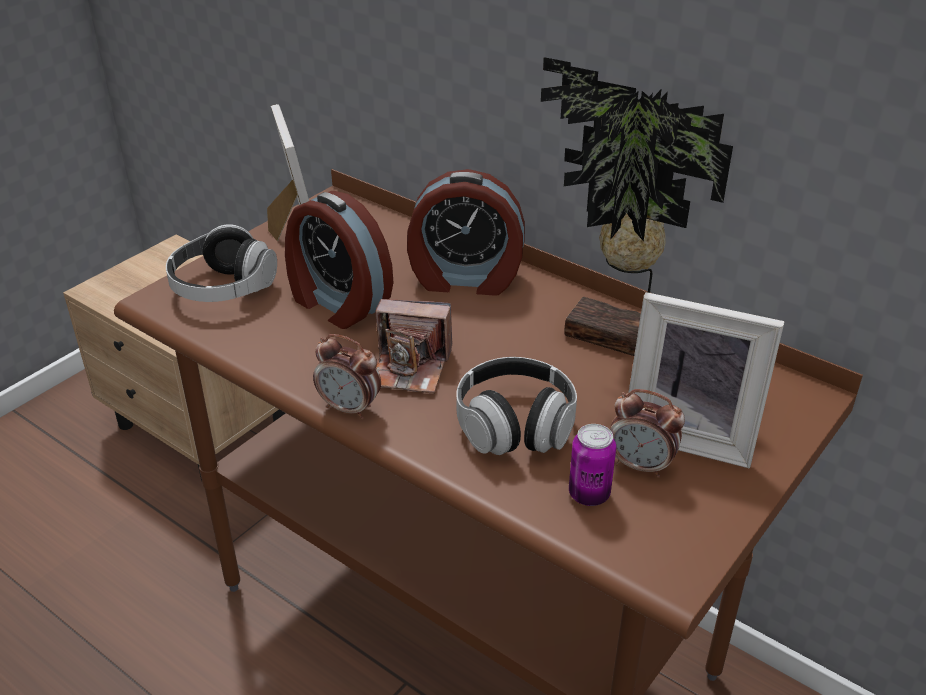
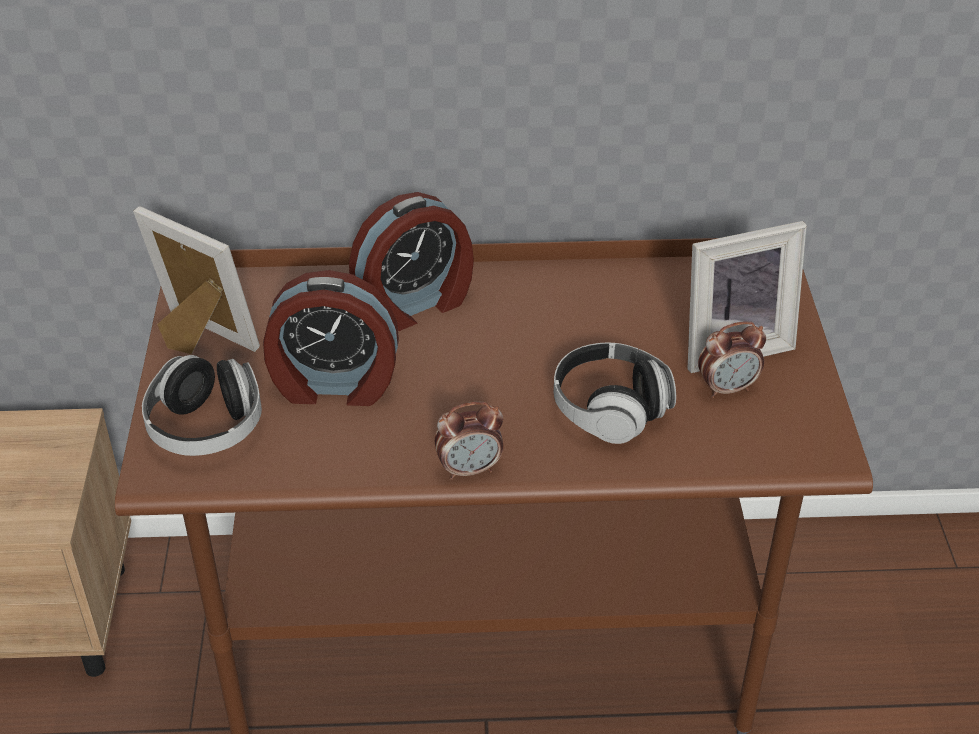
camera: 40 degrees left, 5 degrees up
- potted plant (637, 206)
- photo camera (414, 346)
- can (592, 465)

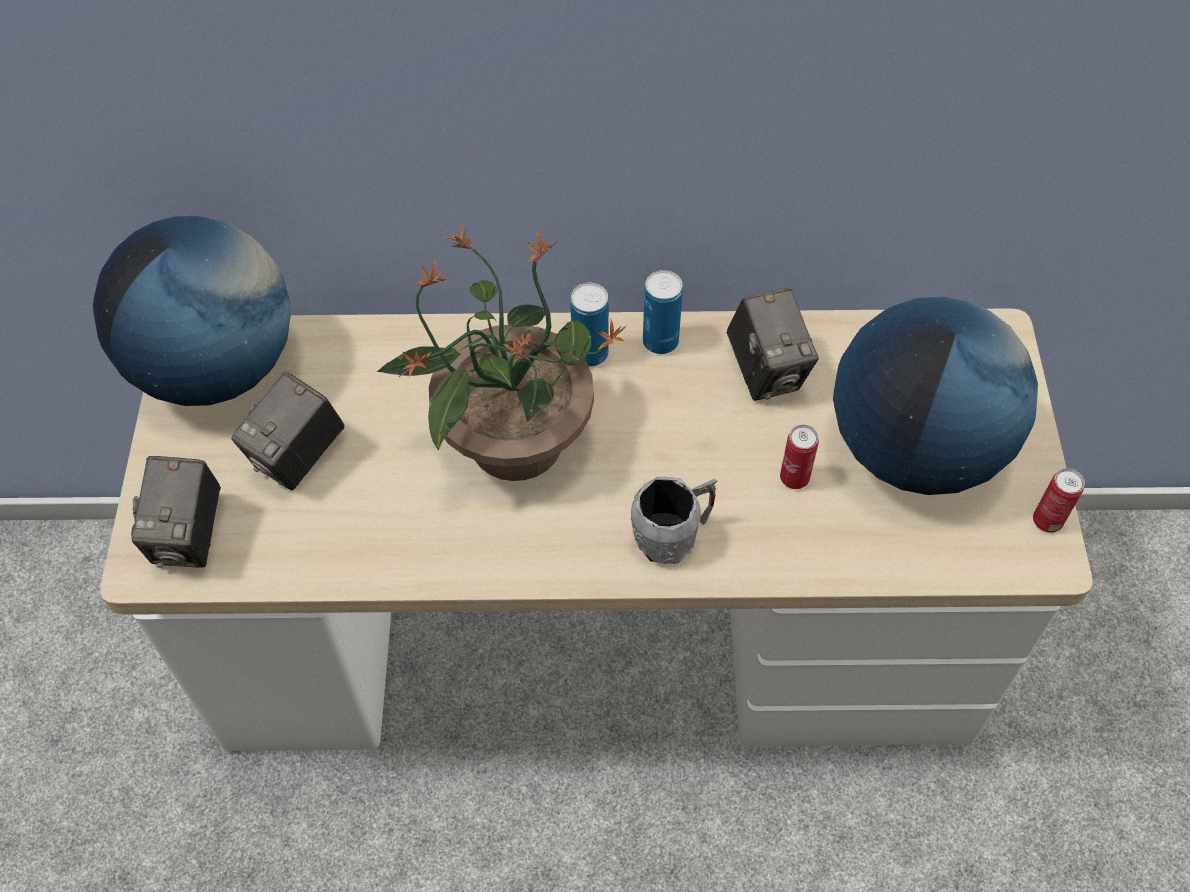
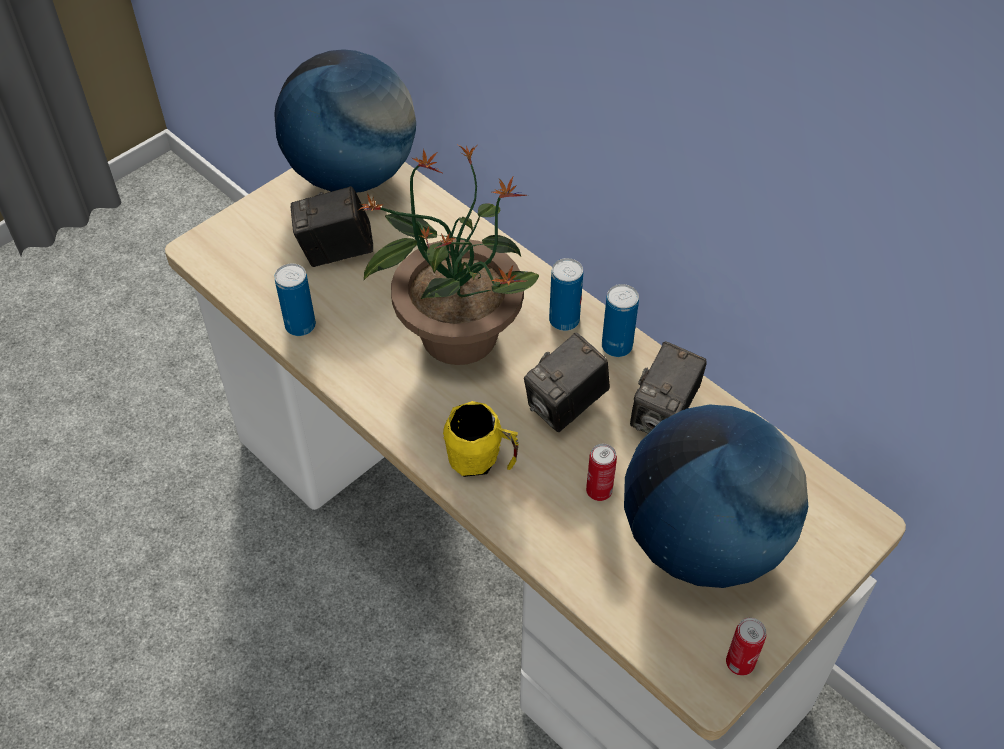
camera: 45 degrees right, 5 degrees down
~ photo camera (176, 512) to (567, 382)
~ grey mug (674, 520) to yellow mug (481, 439)
+ can (295, 300)

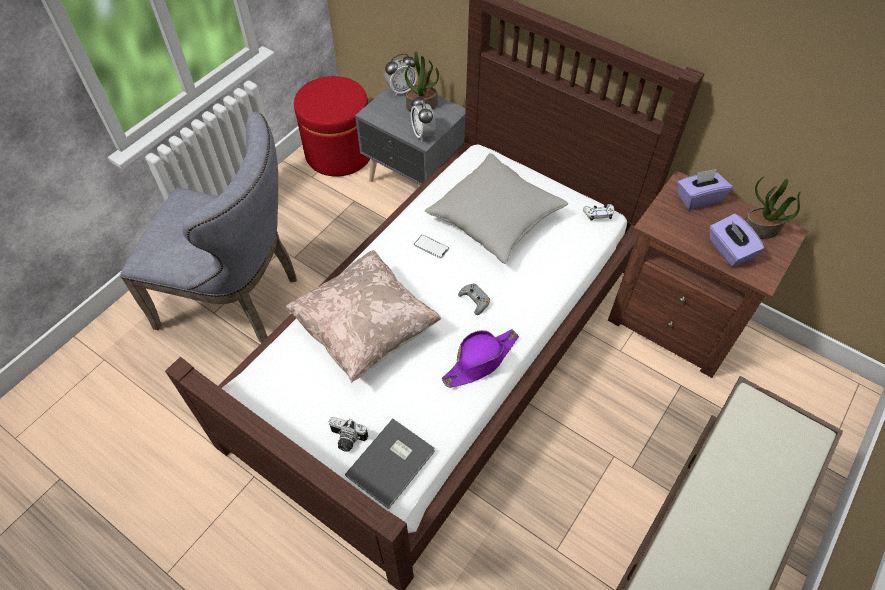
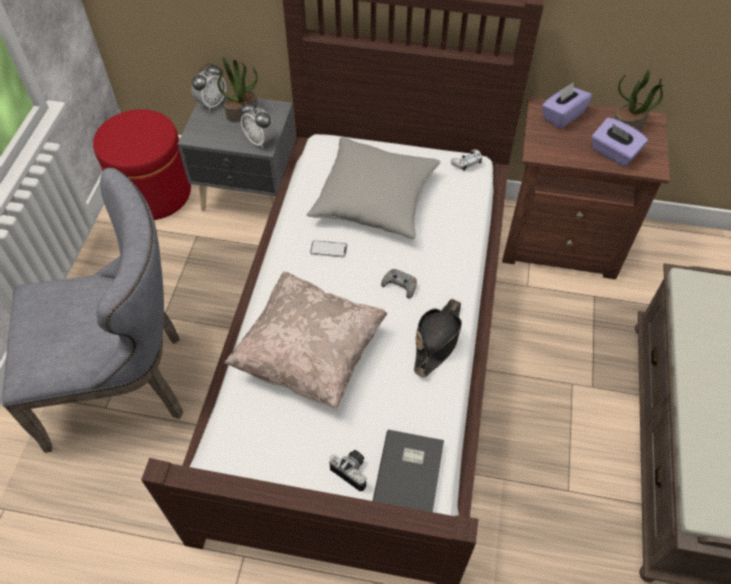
camera: 25 degrees left, 0 degrees up
~ purple hat (480, 358) to black hat (438, 338)
~ photo camera (348, 434) = (348, 470) 135 degrees counterclockwise

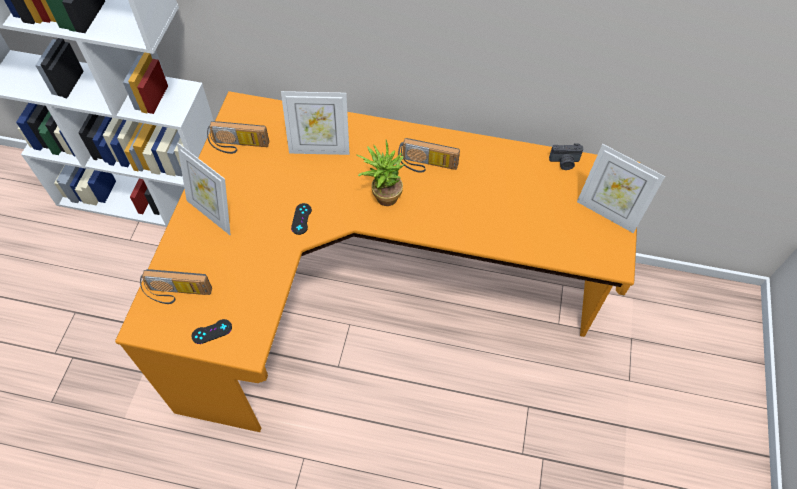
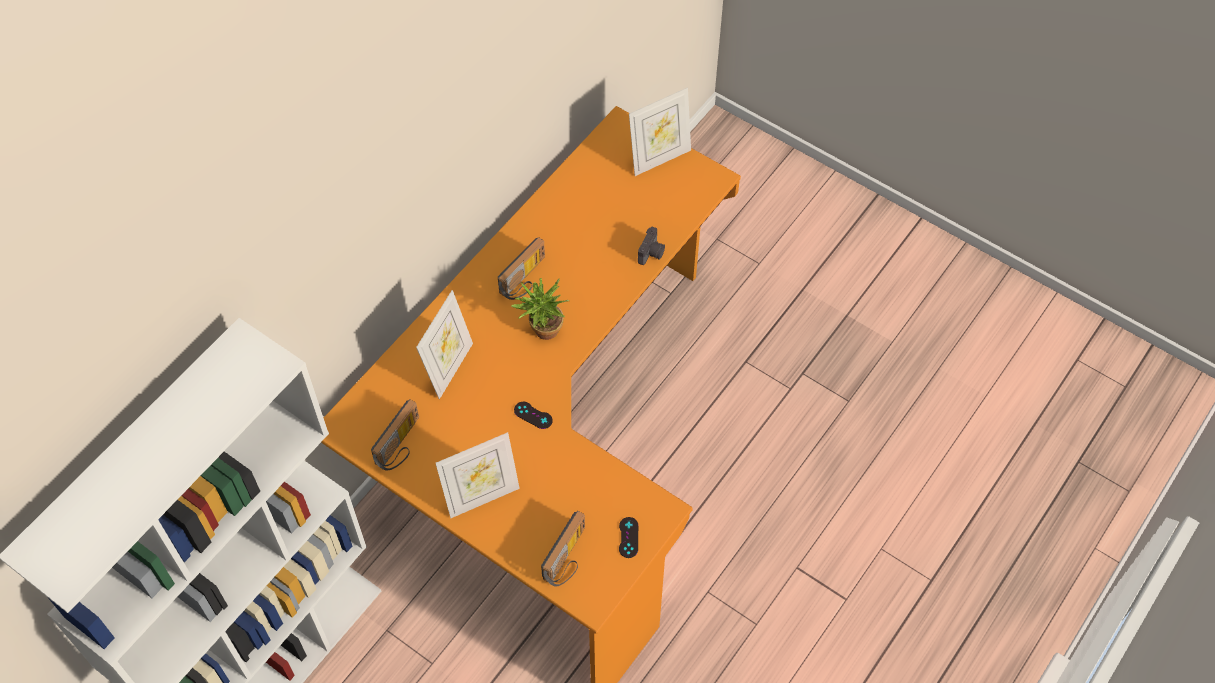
camera: 65 degrees left, 0 degrees up
~ photo camera (566, 156) to (651, 246)

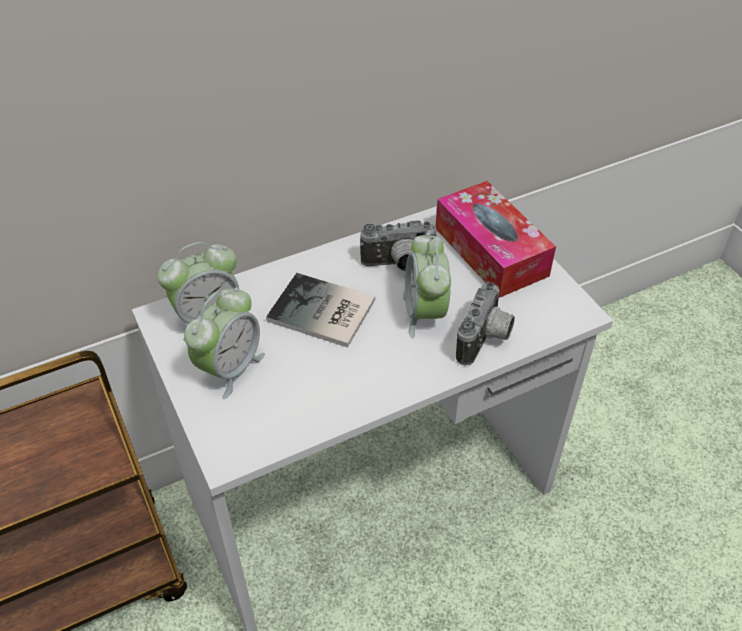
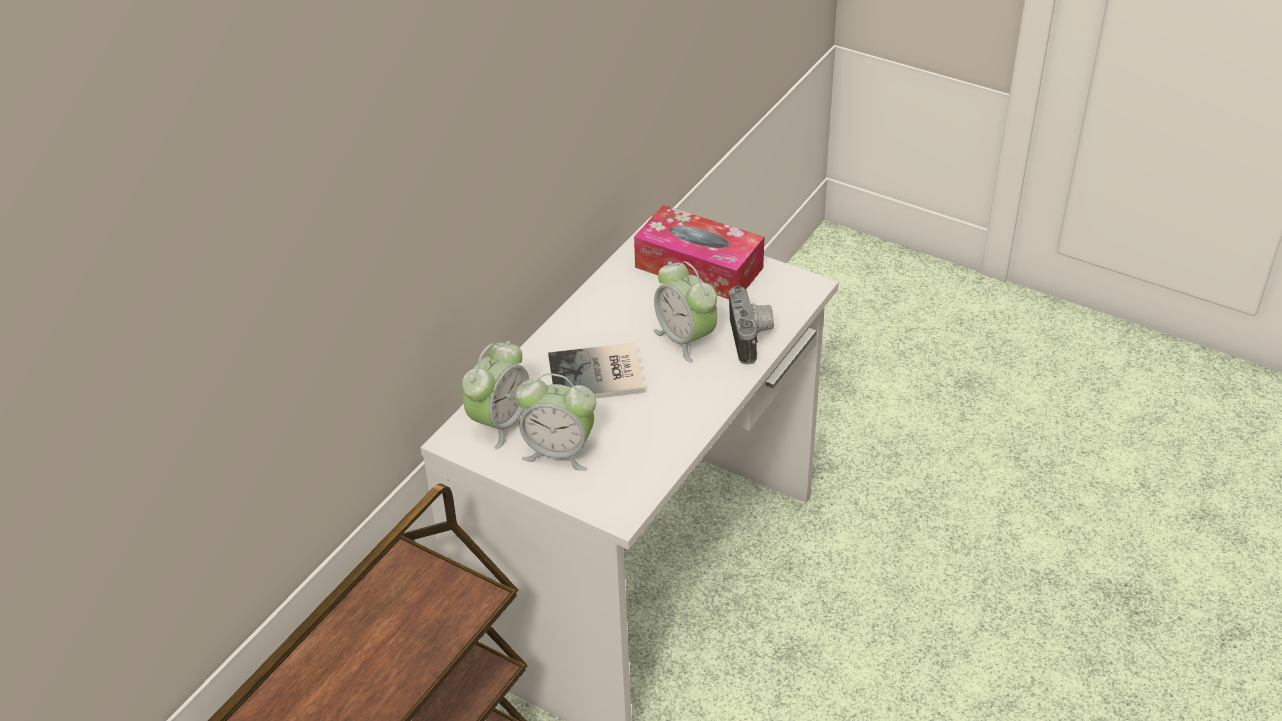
camera: 30 degrees left, 5 degrees down
- photo camera (399, 245)
~ alarm clock (224, 343) = (555, 422) 105 degrees clockwise

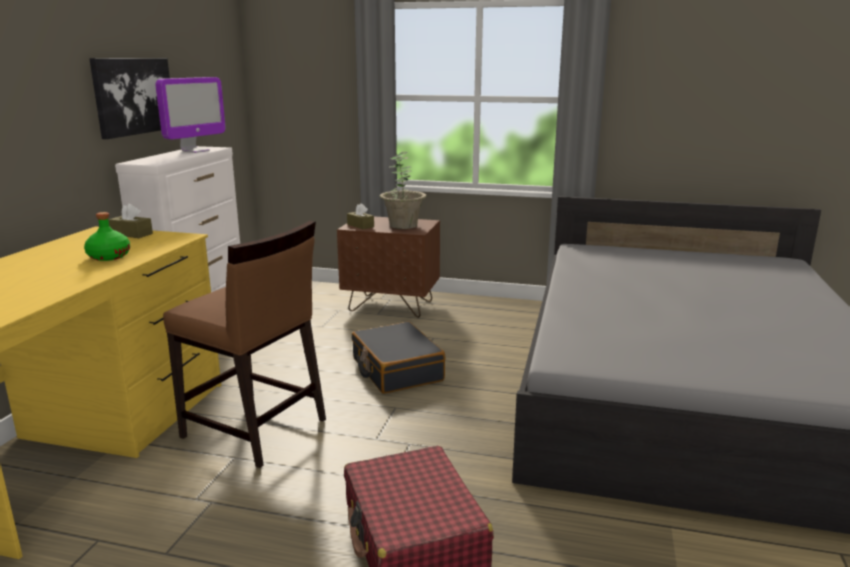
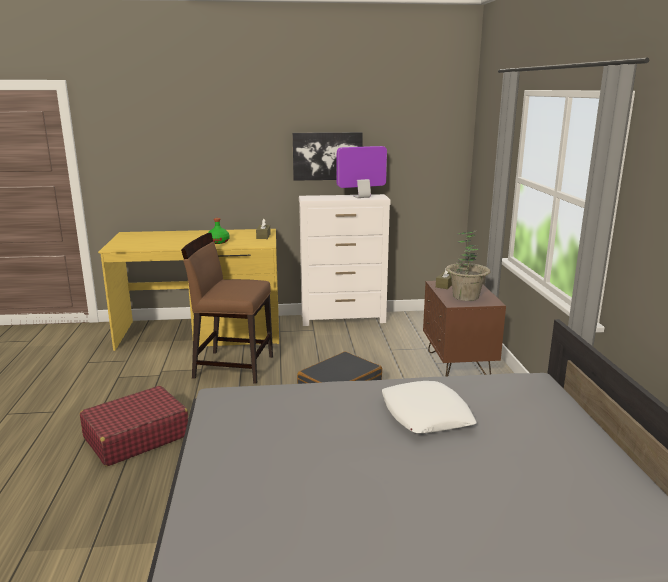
camera: 70 degrees right, 0 degrees up
~ monitor (190, 115) = (362, 172) 150 degrees clockwise
~ brown chair (244, 344) = (227, 308) 90 degrees clockwise
+ white pillow (429, 407)

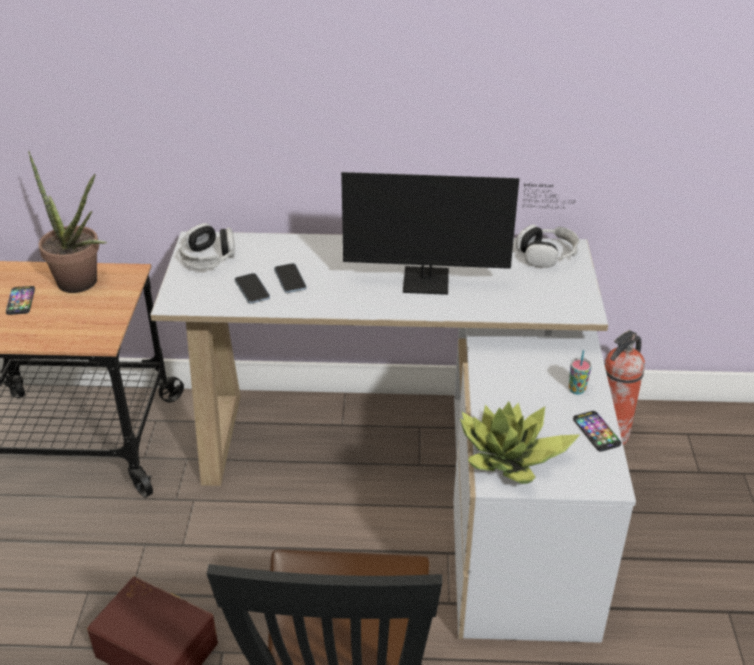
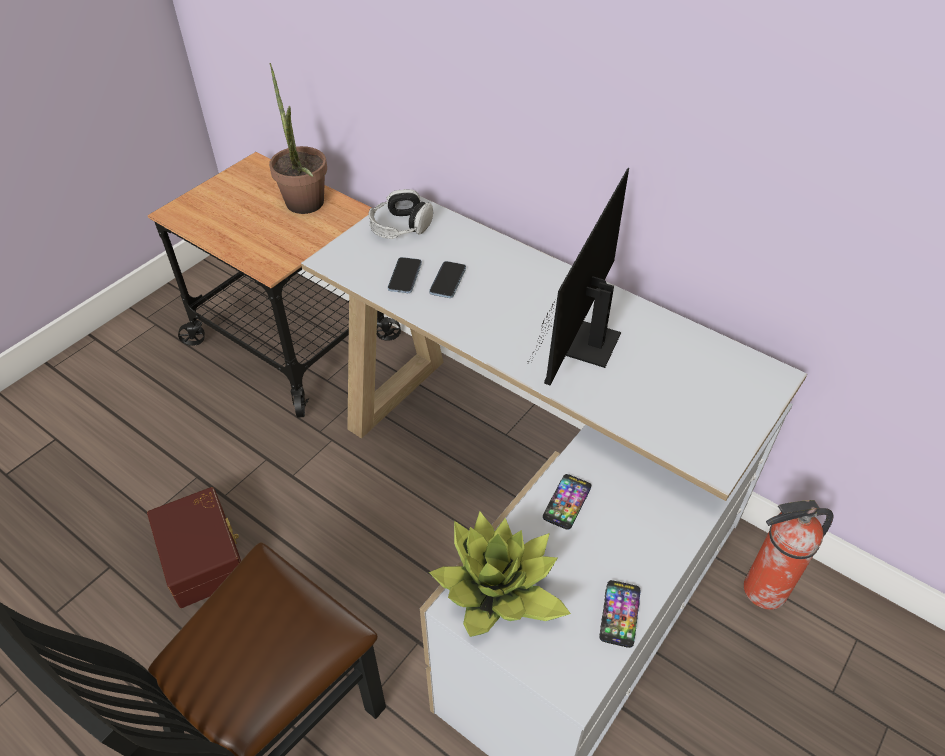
camera: 35 degrees right, 10 degrees up
~ monitor (458, 233) = (578, 276) 75 degrees clockwise
- headphones (547, 246)
~ phone (20, 300) to (567, 502)
- cup (580, 372)

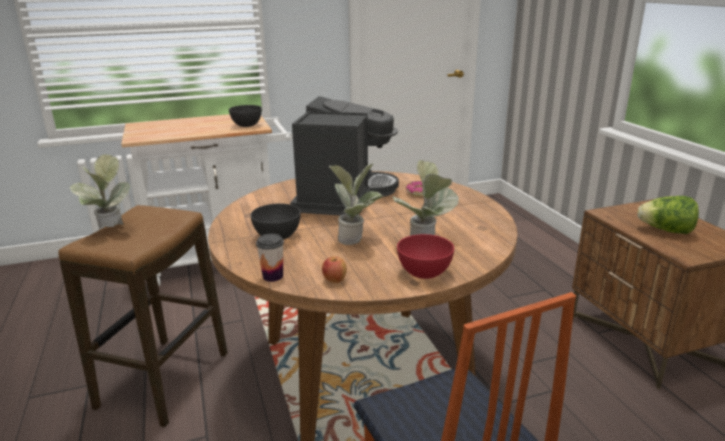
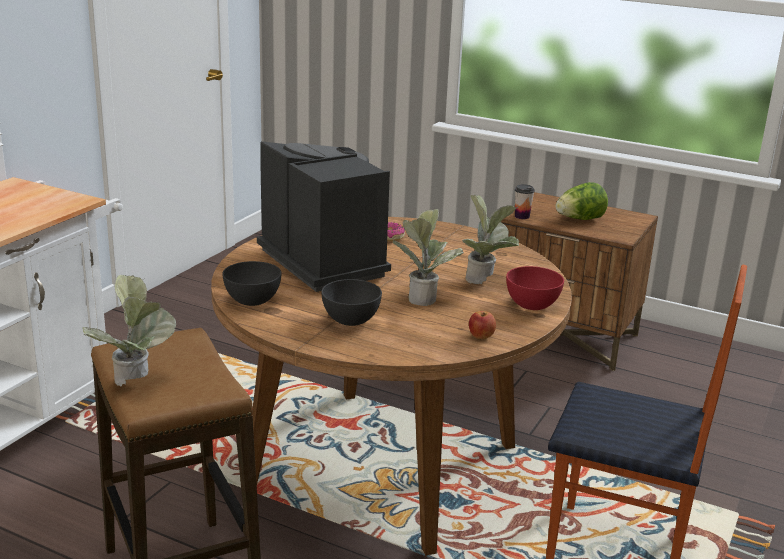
camera: 45 degrees left, 0 degrees up
~ grey bowl (245, 116) to (251, 283)
~ cup (270, 258) to (525, 201)

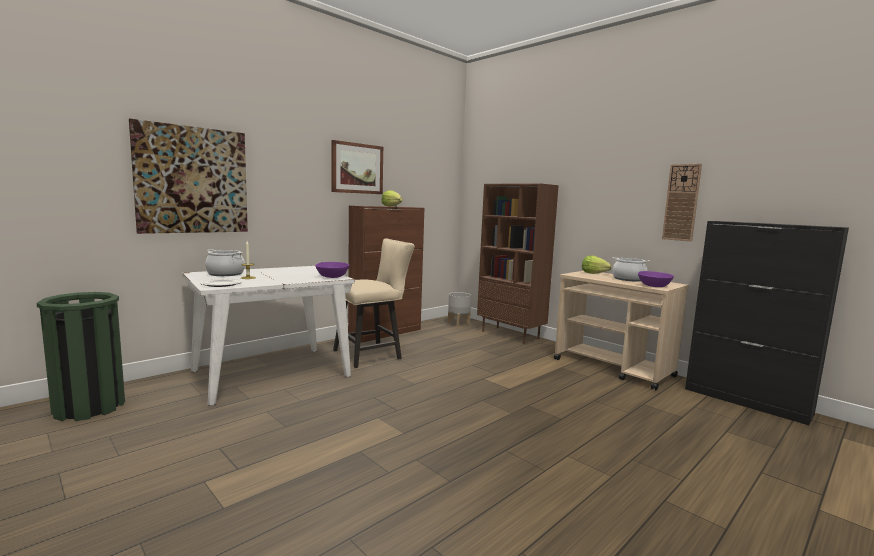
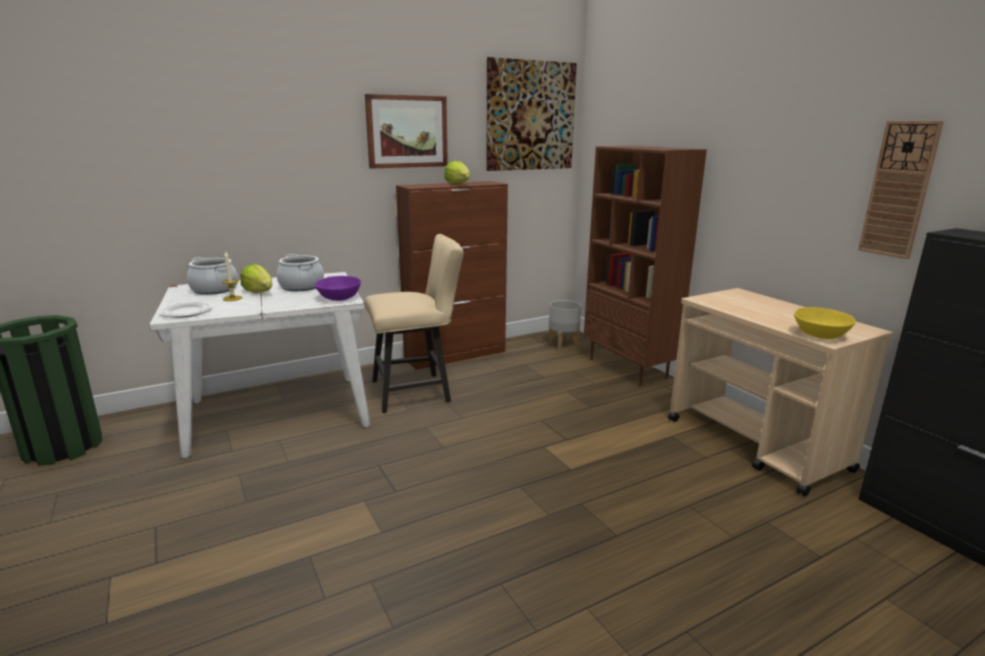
camera: 15 degrees right, 10 degrees up
~ picture (188, 176) to (531, 114)
~ lettuce (597, 264) to (256, 278)
~ cooking pot (631, 269) to (300, 272)
~ purple bowl (656, 279) to yellow bowl (825, 323)

